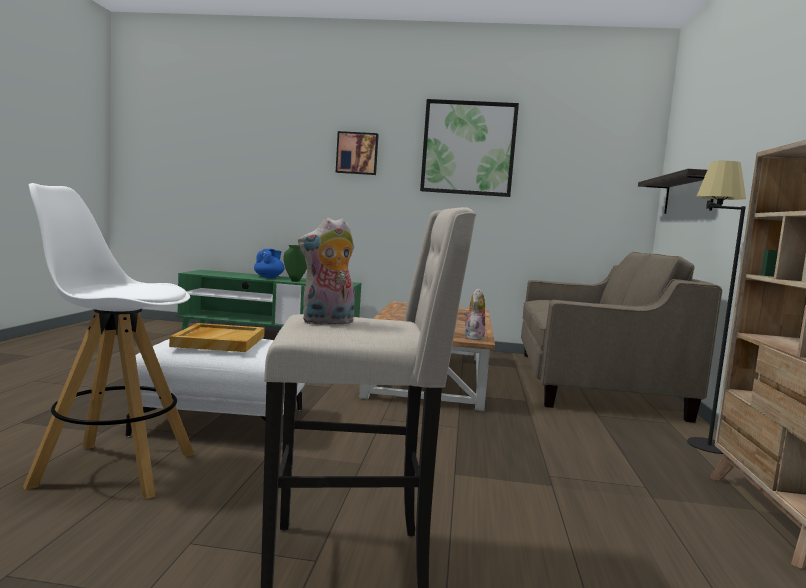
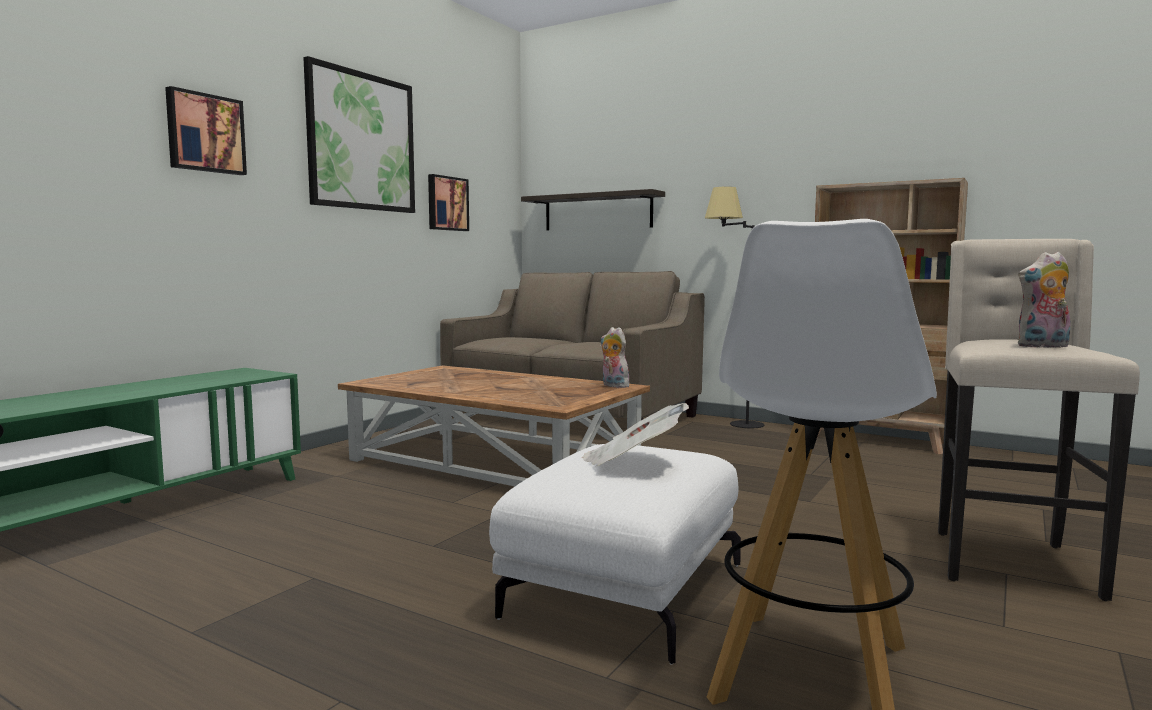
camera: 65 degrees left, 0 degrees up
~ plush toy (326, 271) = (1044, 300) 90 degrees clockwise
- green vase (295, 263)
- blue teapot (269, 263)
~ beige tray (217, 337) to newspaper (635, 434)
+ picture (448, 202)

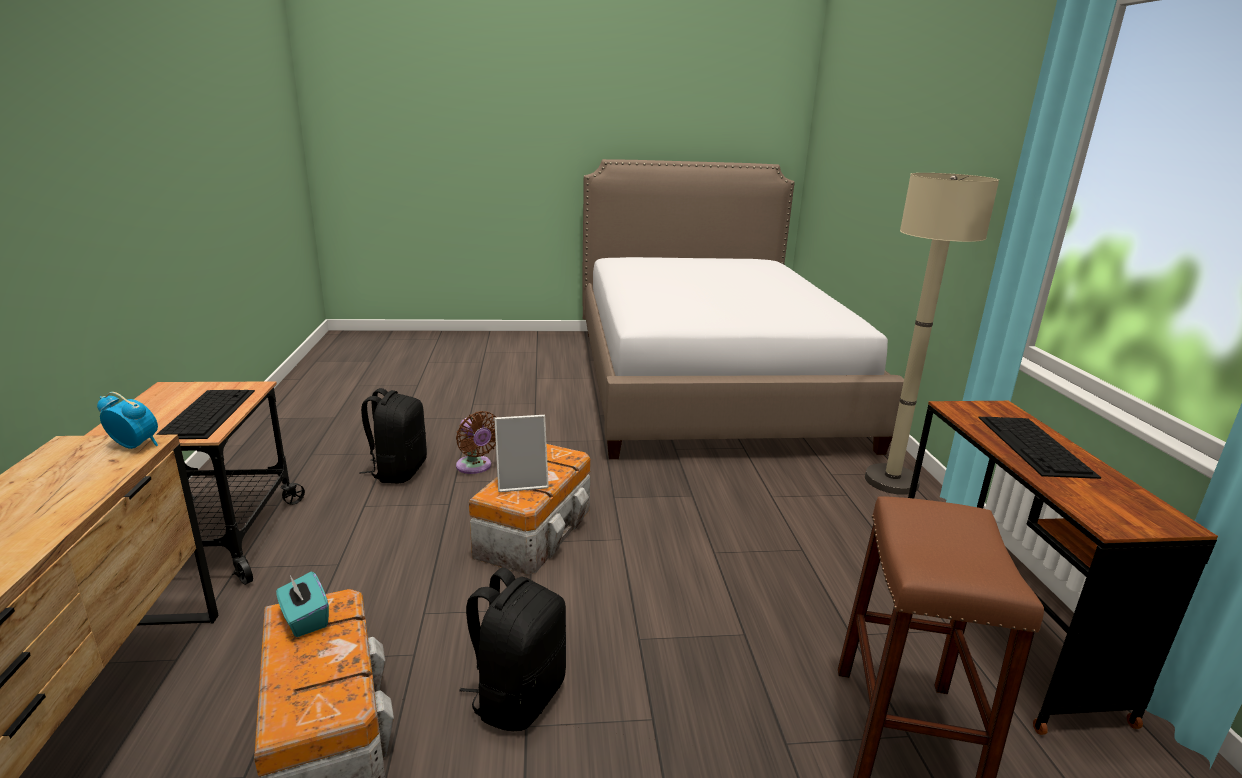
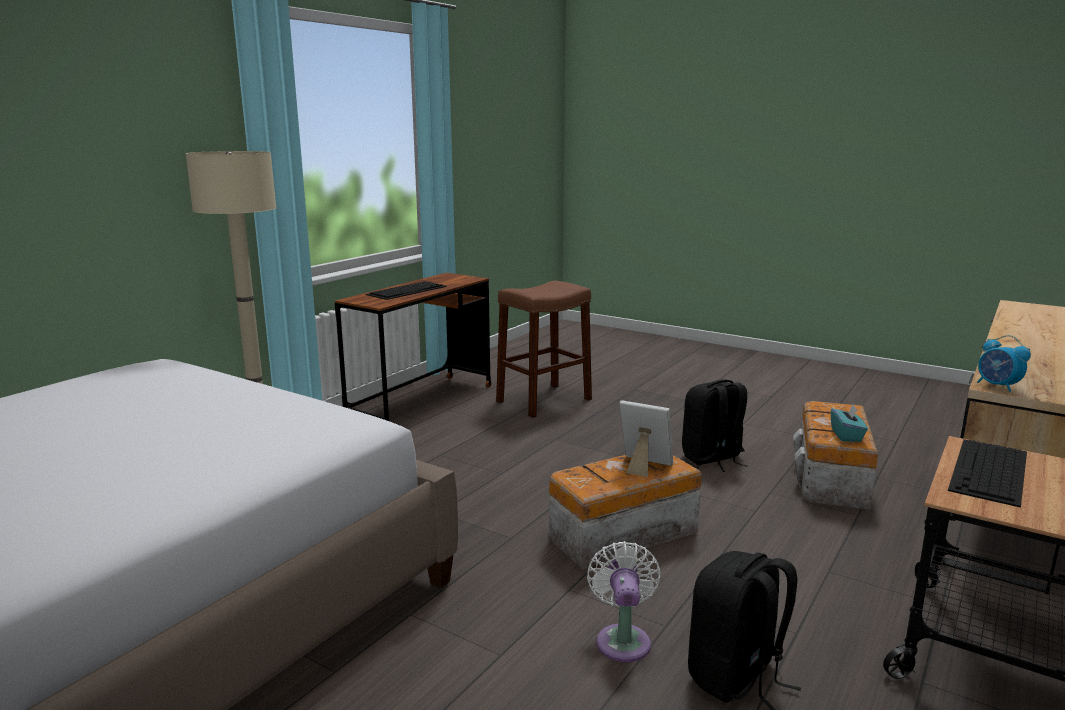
camera: 140 degrees left, 5 degrees down
~ brown fan (476, 442) to white fan (624, 601)

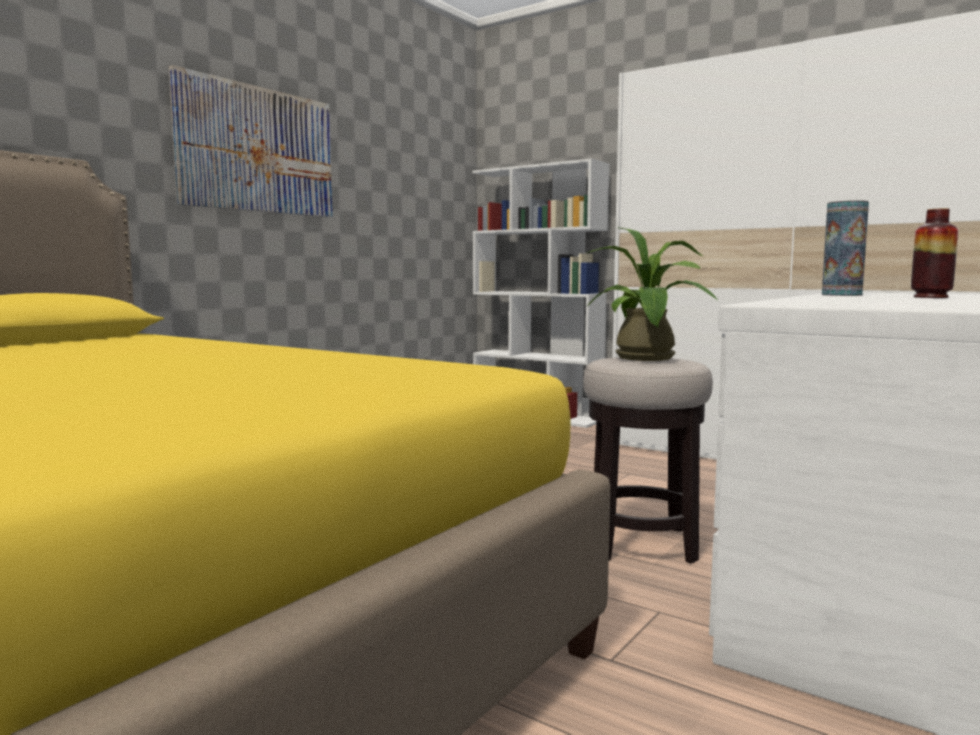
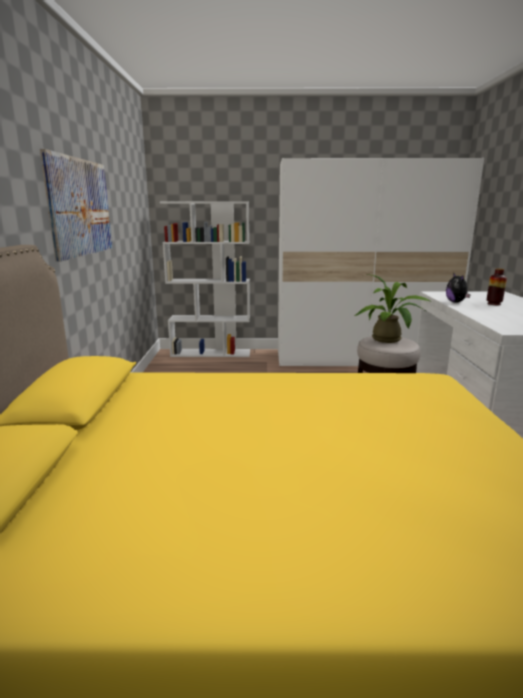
camera: 35 degrees left, 10 degrees up
~ vase (845, 248) to plush toy (458, 287)

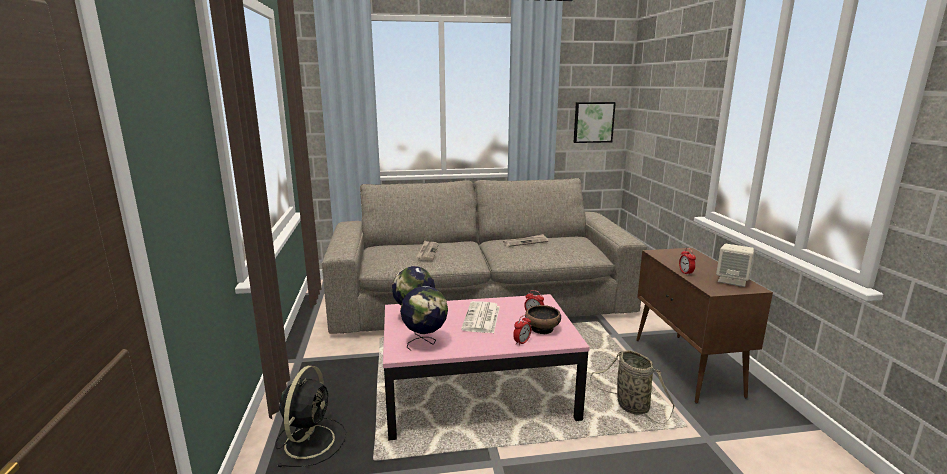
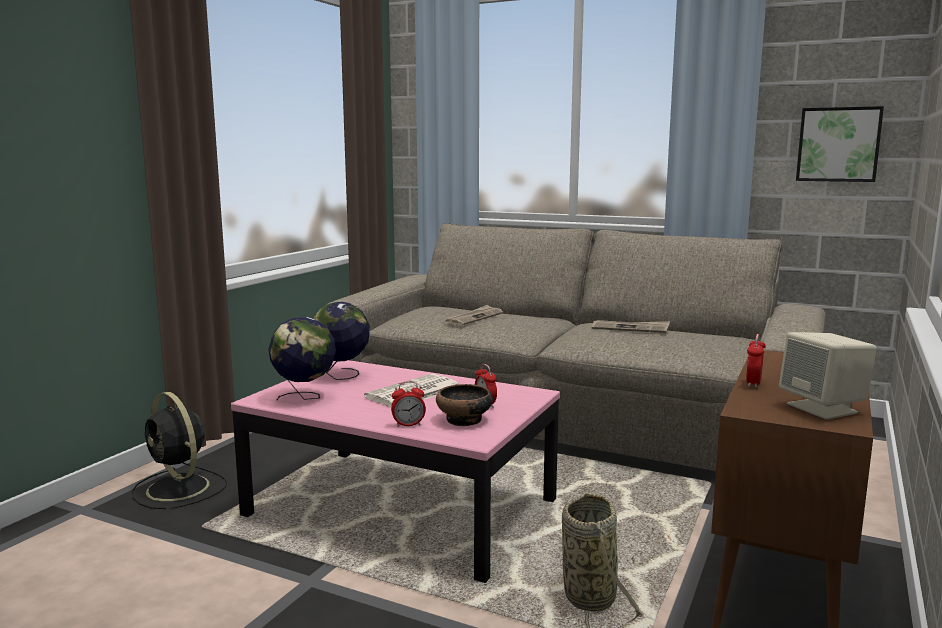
camera: 35 degrees right, 5 degrees down
~ black fan (310, 416) = (179, 450) 90 degrees clockwise

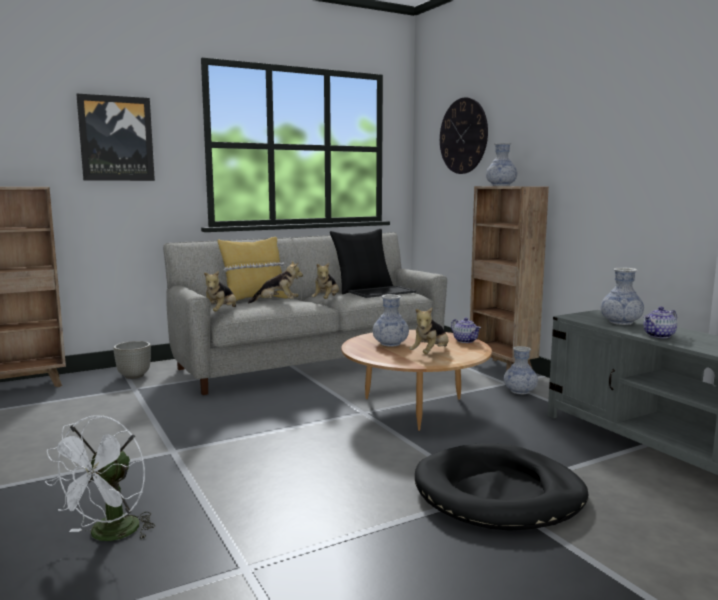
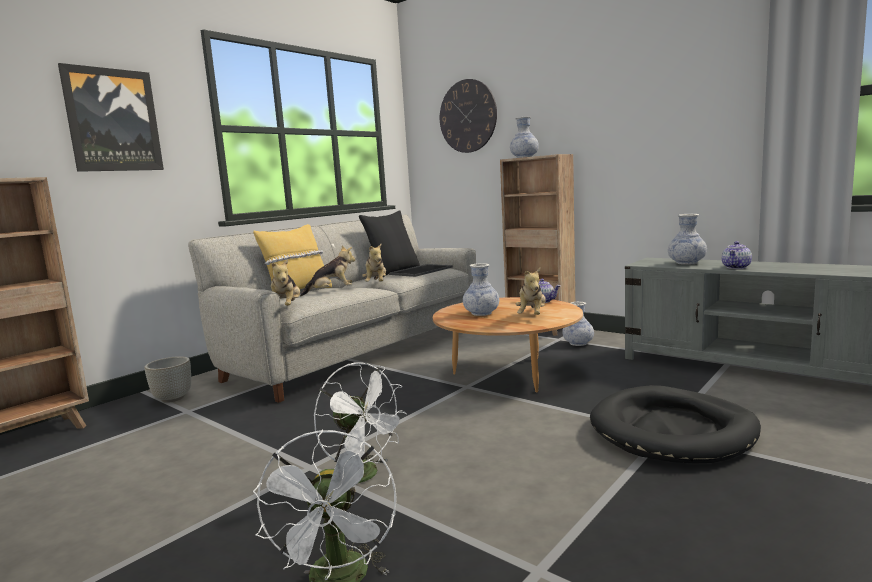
camera: 20 degrees left, 0 degrees up
+ white fan (360, 422)

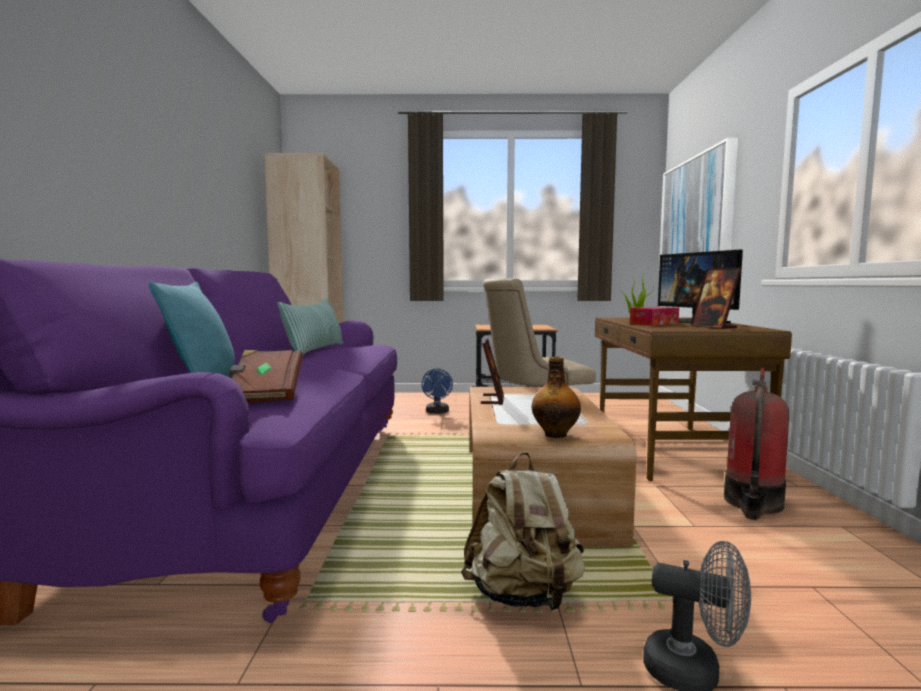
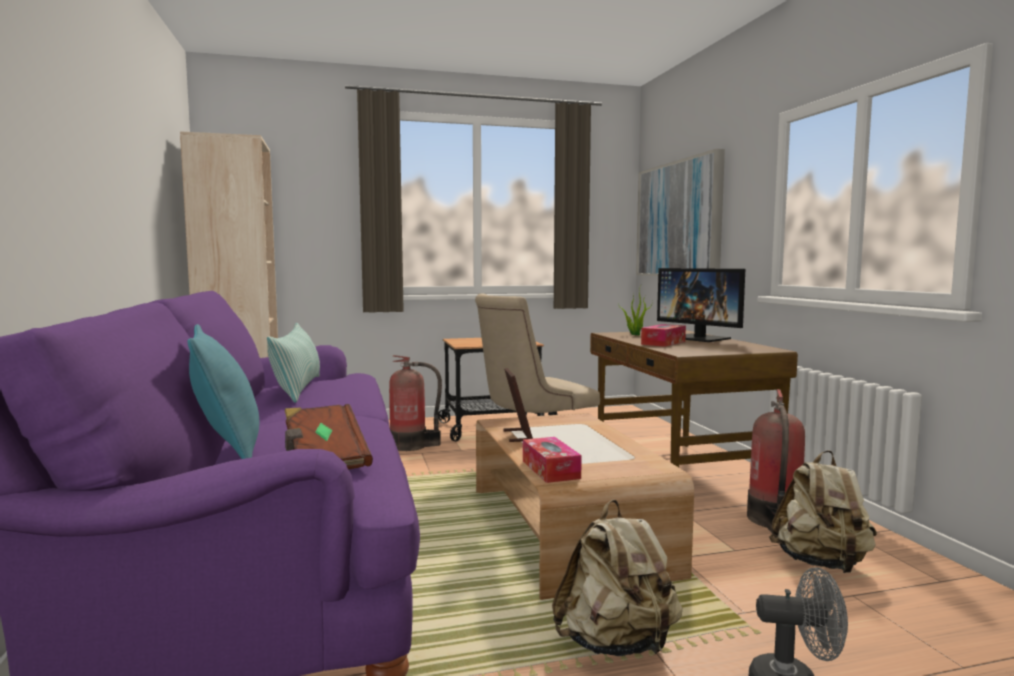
camera: 15 degrees left, 0 degrees up
- picture frame (716, 298)
- bottle (556, 397)
~ blue fan (437, 391) to fire extinguisher (415, 403)
+ tissue box (552, 460)
+ beige backpack (823, 511)

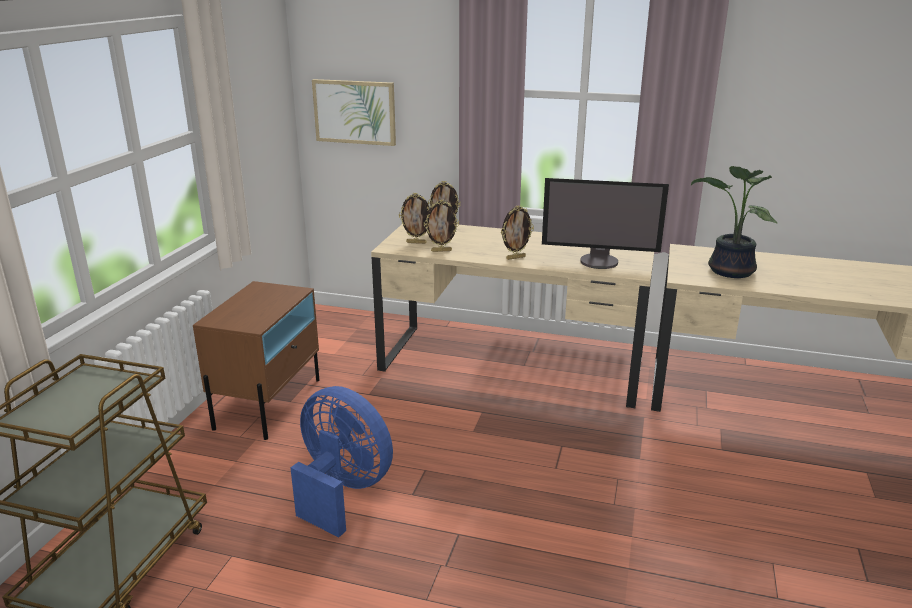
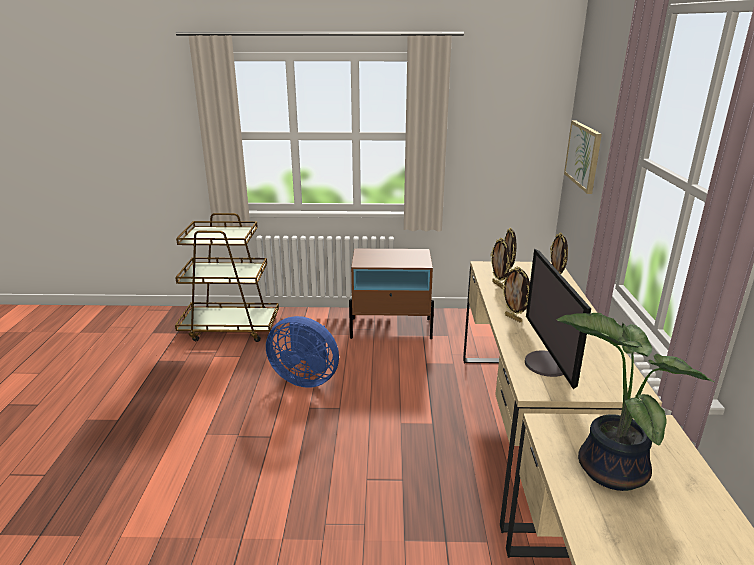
camera: 75 degrees right, 0 degrees up
~ blue fan (341, 461) = (302, 352) 90 degrees clockwise

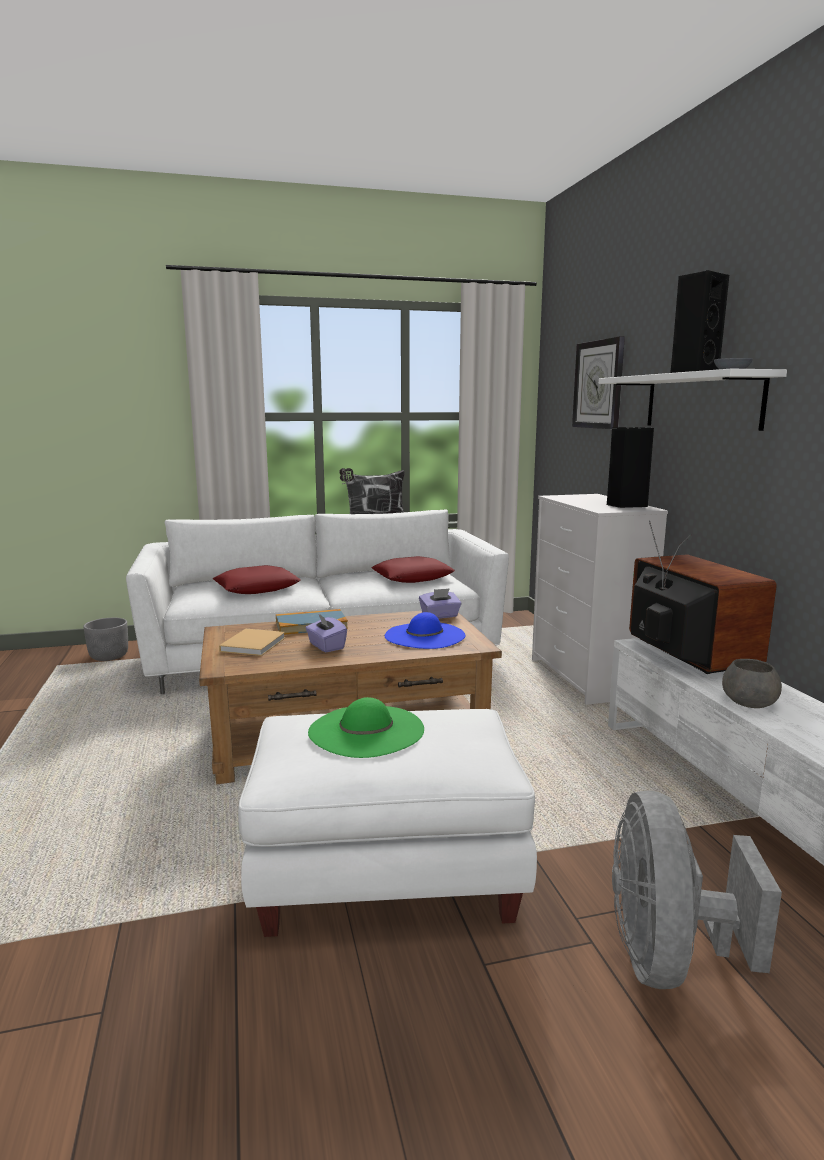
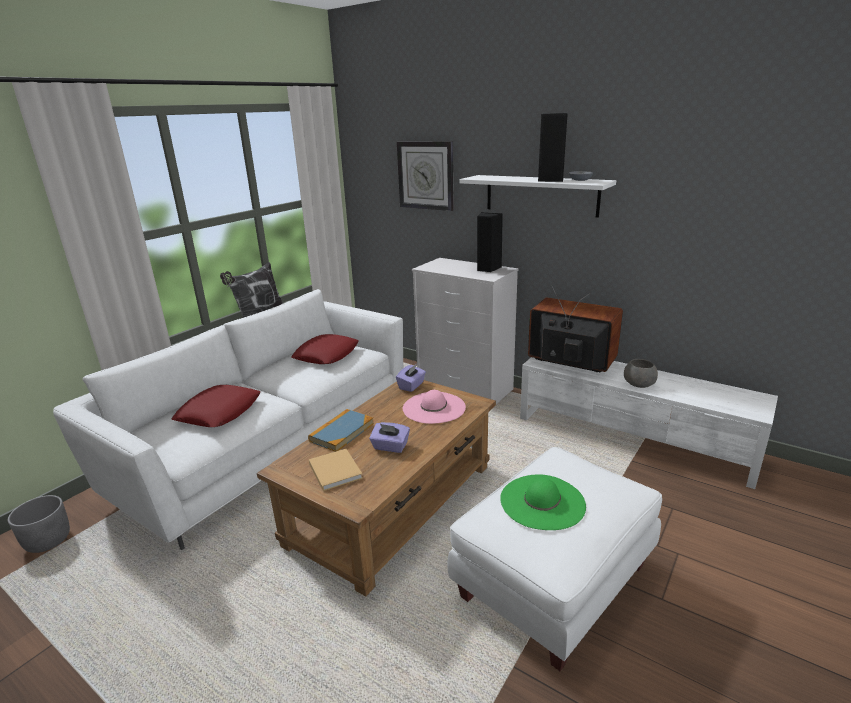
camera: 40 degrees left, 10 degrees up
~ blue hat (425, 630) to pink hat (434, 407)
- grey fan (697, 889)

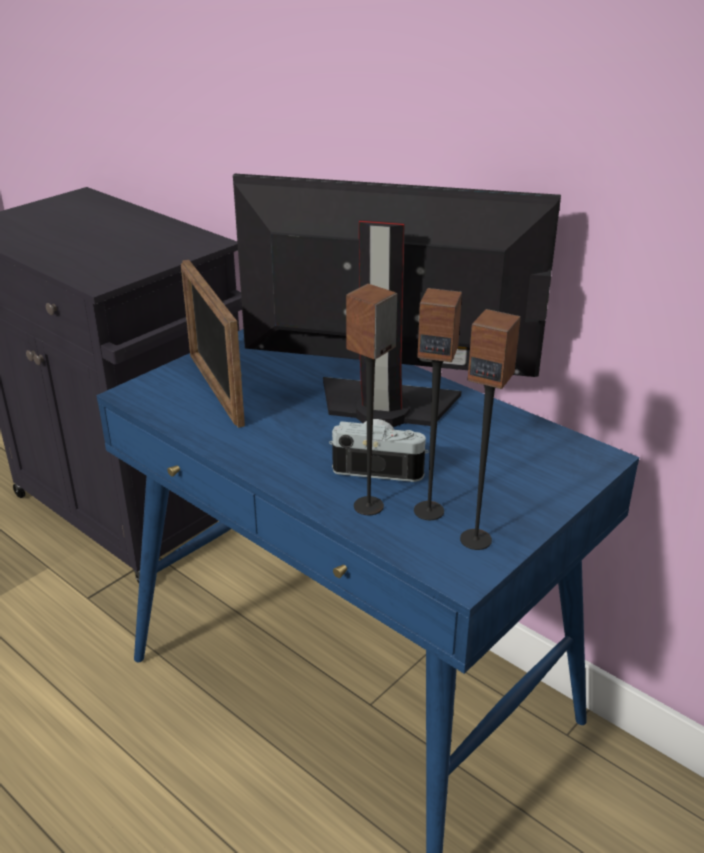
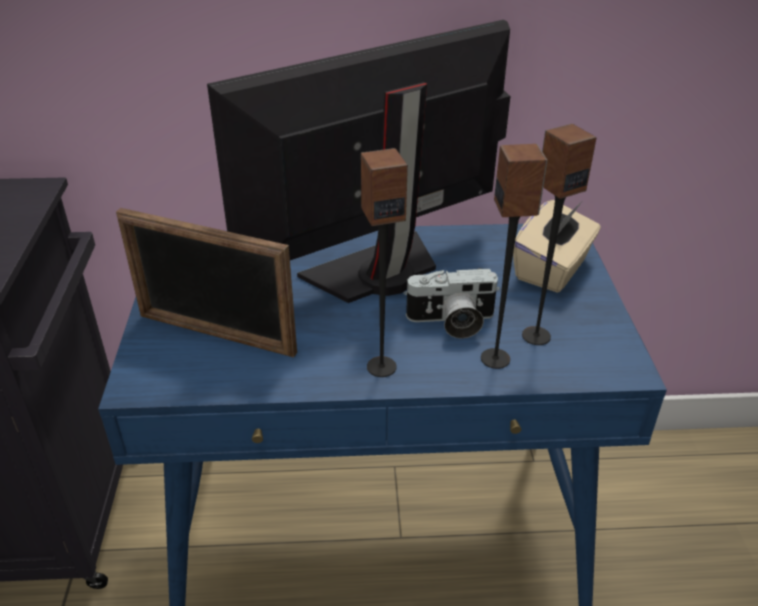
camera: 45 degrees left, 5 degrees up
~ speaker (490, 429) to (384, 262)
~ photo camera (379, 450) = (451, 303) 150 degrees counterclockwise
+ beige tissue box (557, 246)

